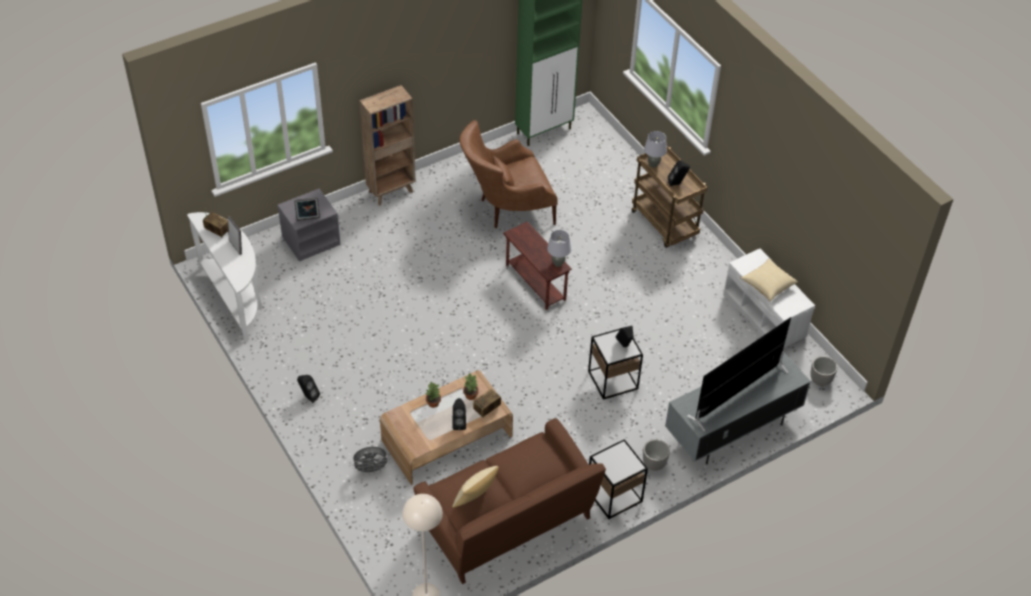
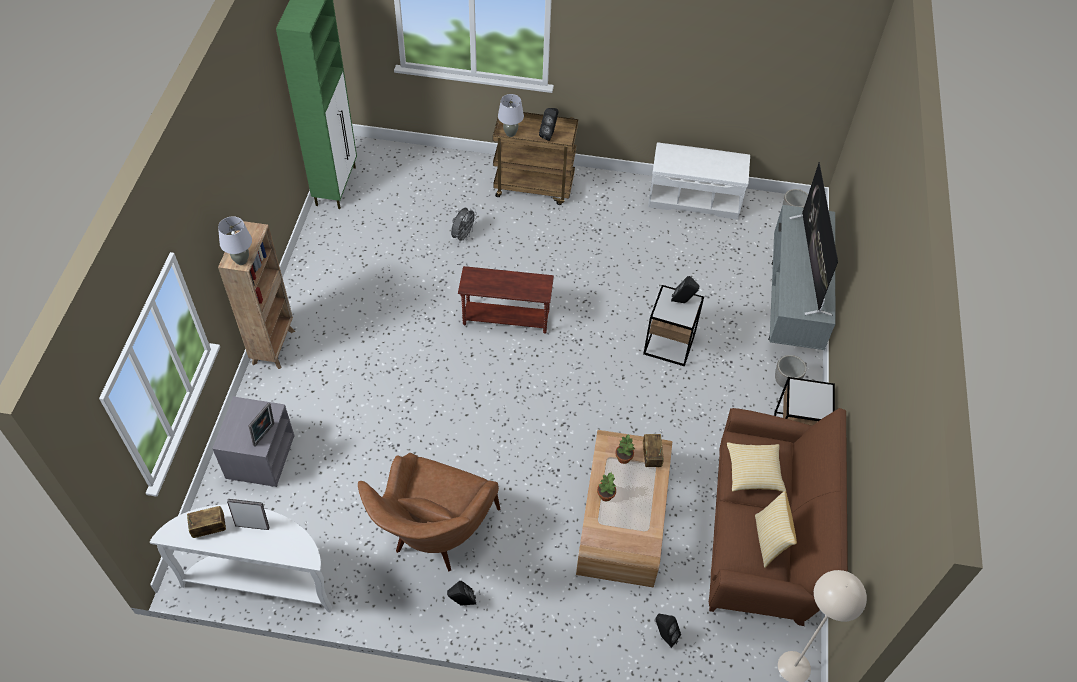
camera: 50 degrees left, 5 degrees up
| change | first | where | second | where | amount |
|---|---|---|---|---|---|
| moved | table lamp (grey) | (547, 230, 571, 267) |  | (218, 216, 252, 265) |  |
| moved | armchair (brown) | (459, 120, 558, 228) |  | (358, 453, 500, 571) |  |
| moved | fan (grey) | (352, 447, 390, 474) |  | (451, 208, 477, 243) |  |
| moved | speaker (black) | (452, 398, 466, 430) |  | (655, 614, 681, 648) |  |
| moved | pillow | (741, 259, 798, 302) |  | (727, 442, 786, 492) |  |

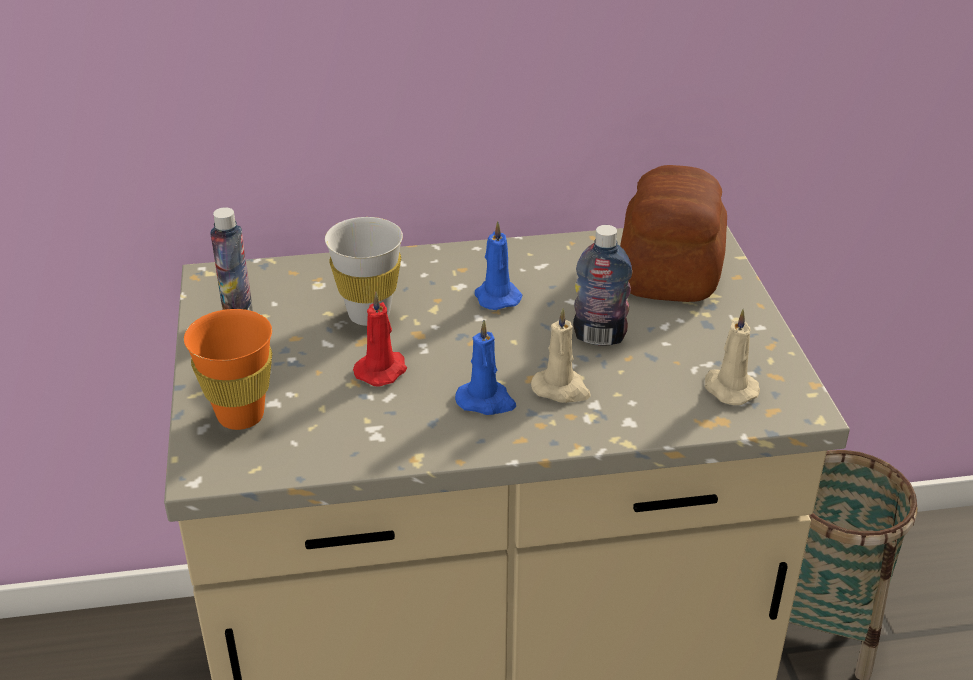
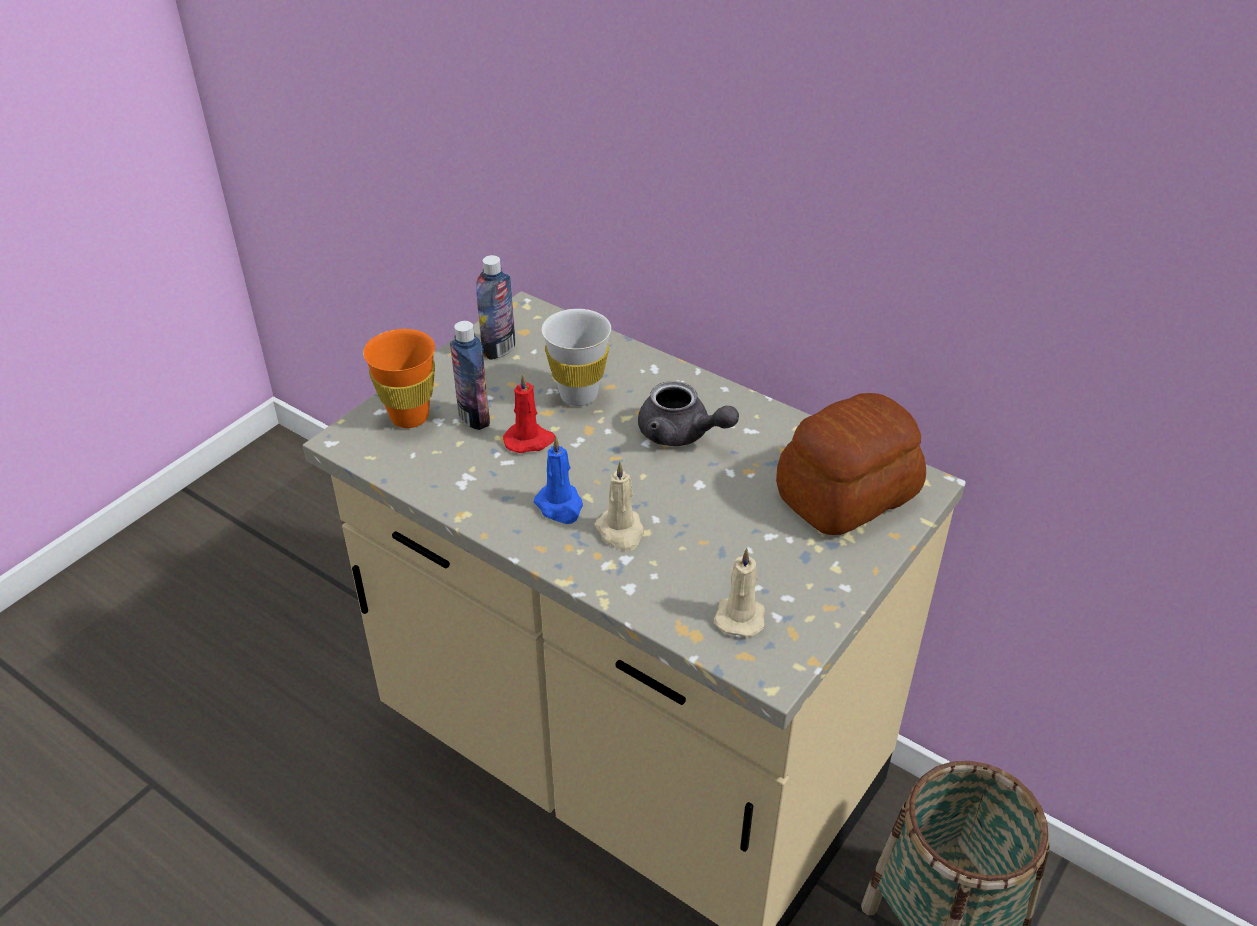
camera: 45 degrees right, 5 degrees up
| change | first | where | second | where | amount |
|---|---|---|---|---|---|
| moved | bottle | (573, 225, 632, 345) |  | (450, 321, 490, 430) |  |
| replaced | candle (blue) | (475, 221, 522, 310) | teapot (grey) | (638, 381, 739, 446) |  |

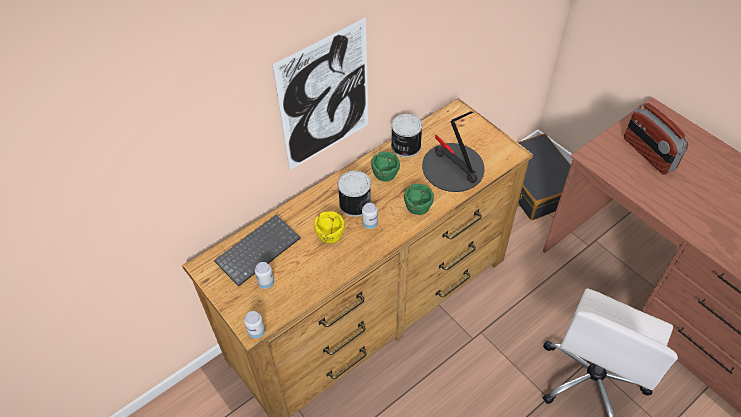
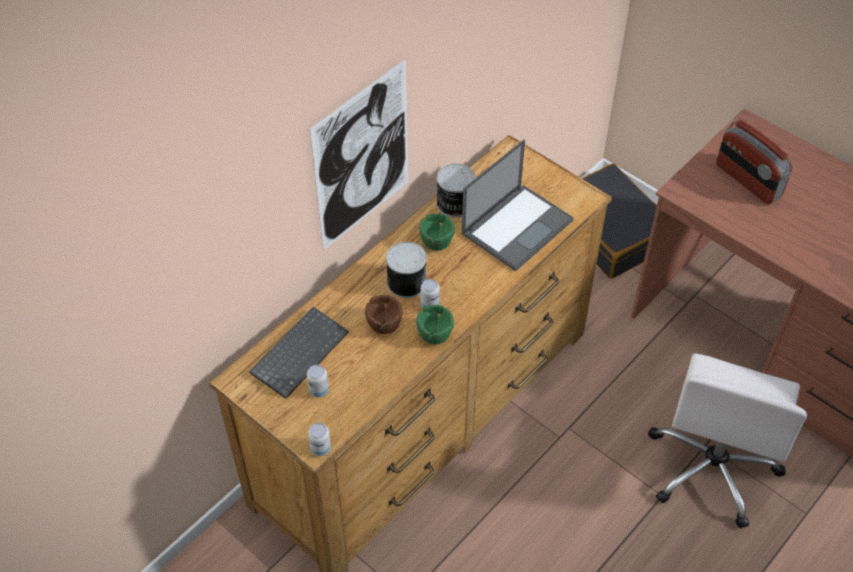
camera: 10 degrees left, 0 degrees up
| change | first | where | second | where | amount |
|---|---|---|---|---|---|
| recoloured | bowl (yellow) | (314, 211, 345, 243) | bowl (brown) | (365, 295, 403, 334) |  |
| moved | bowl (green) | (404, 184, 434, 215) |  | (416, 305, 454, 344) |  |
| replaced | table lamp | (422, 111, 485, 192) | laptop | (462, 139, 574, 272) |  |

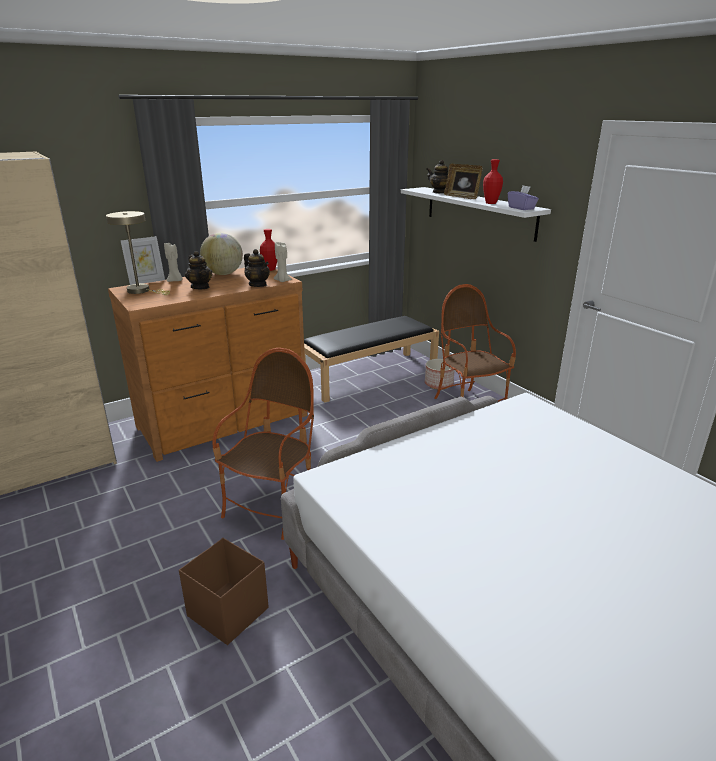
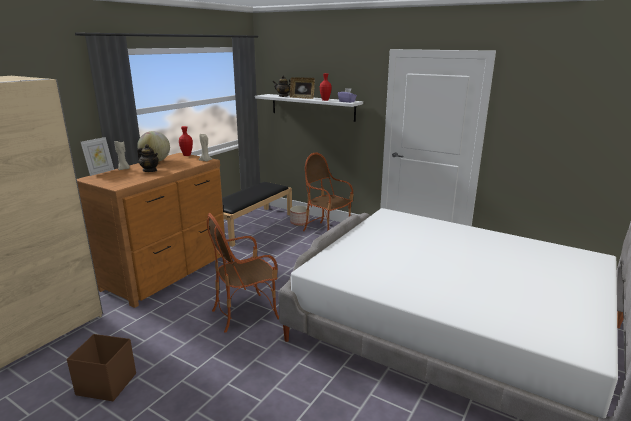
camera: 25 degrees left, 5 degrees down
| change | first | where | second | where | amount |
|---|---|---|---|---|---|
| moved | storage box (brown) | (179, 538, 269, 645) |  | (67, 334, 136, 401) |  |
| turned | armchair | (212, 348, 314, 540) |  | (207, 213, 279, 333) | 120 degrees counterclockwise |
| removed | table lamp (beige) | (106, 211, 170, 295) |  |  |  |
| removed | teapot | (244, 249, 270, 287) |  |  |  |

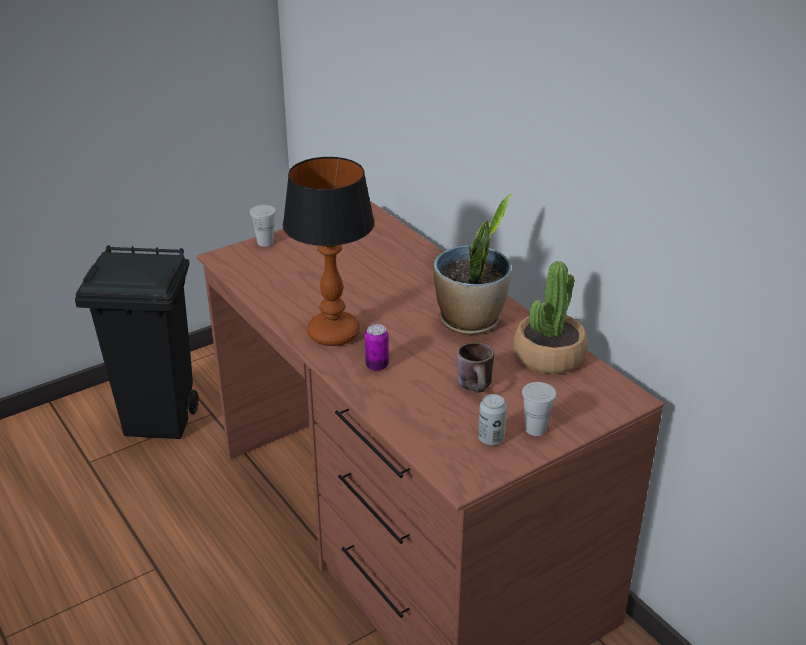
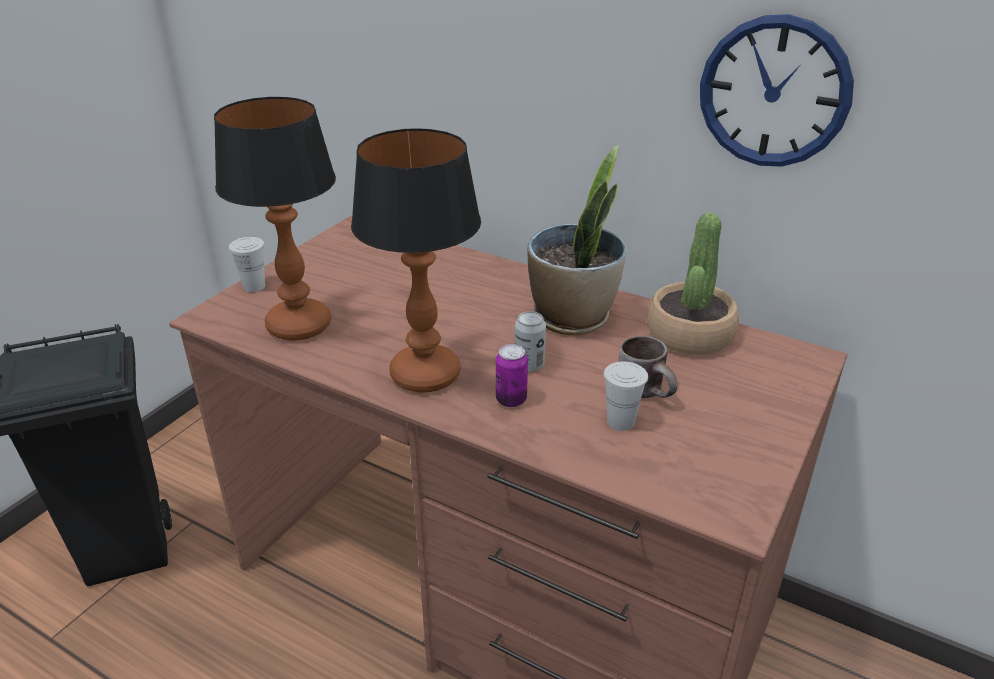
camera: 25 degrees left, 0 degrees up
| change | first | where | second | where | amount |
|---|---|---|---|---|---|
| added |  |  | table lamp | (214, 97, 336, 341) |  |
| moved | can | (478, 394, 507, 445) |  | (515, 311, 546, 372) |  |
| moved | cup (white) | (522, 382, 557, 436) |  | (603, 362, 648, 431) |  |
| added |  |  | wall clock | (700, 14, 854, 167) |  |

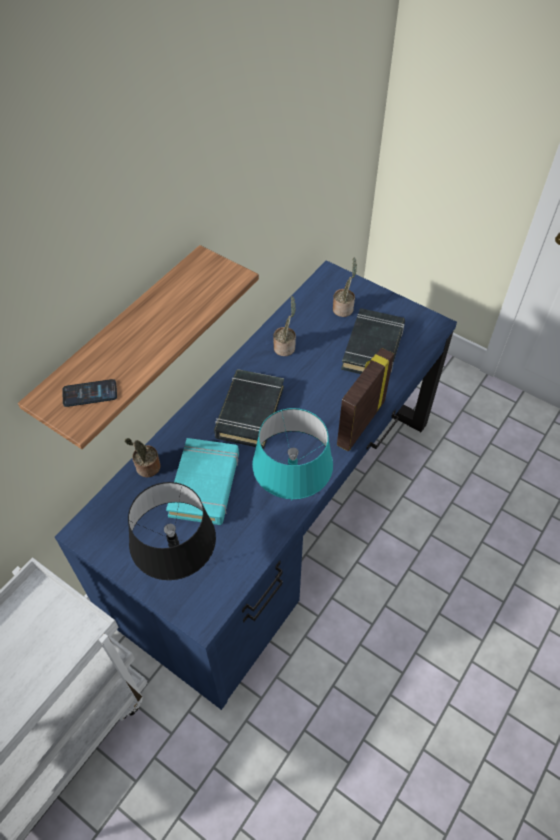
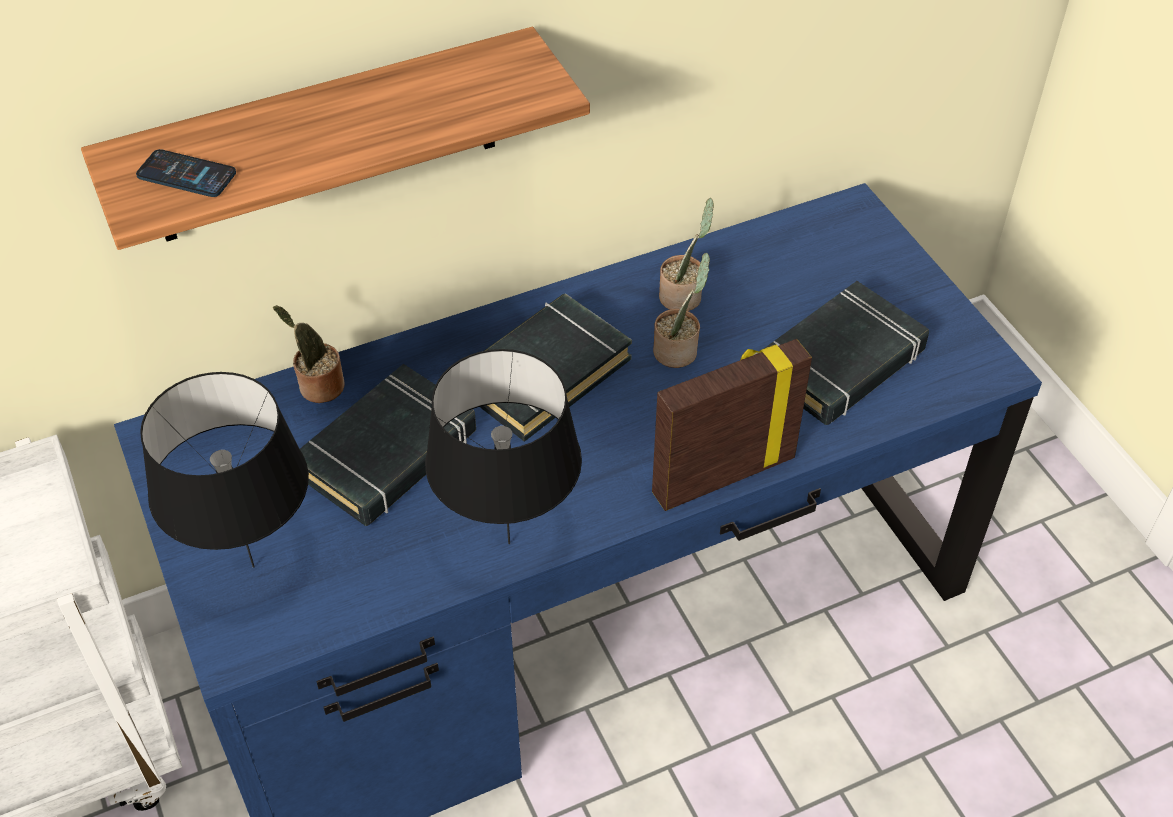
camera: 30 degrees right, 5 degrees down
| change | first | where | second | where | amount |
|---|---|---|---|---|---|
| recoloured | book (turquoise) | (166, 438, 239, 525) | book (black) | (300, 364, 476, 526) |  |
| recoloured | table lamp (turquoise) | (252, 408, 333, 501) | table lamp (black) | (425, 349, 582, 544) |  |
| moved | potted plant | (333, 258, 357, 317) |  | (653, 253, 710, 368) |  |

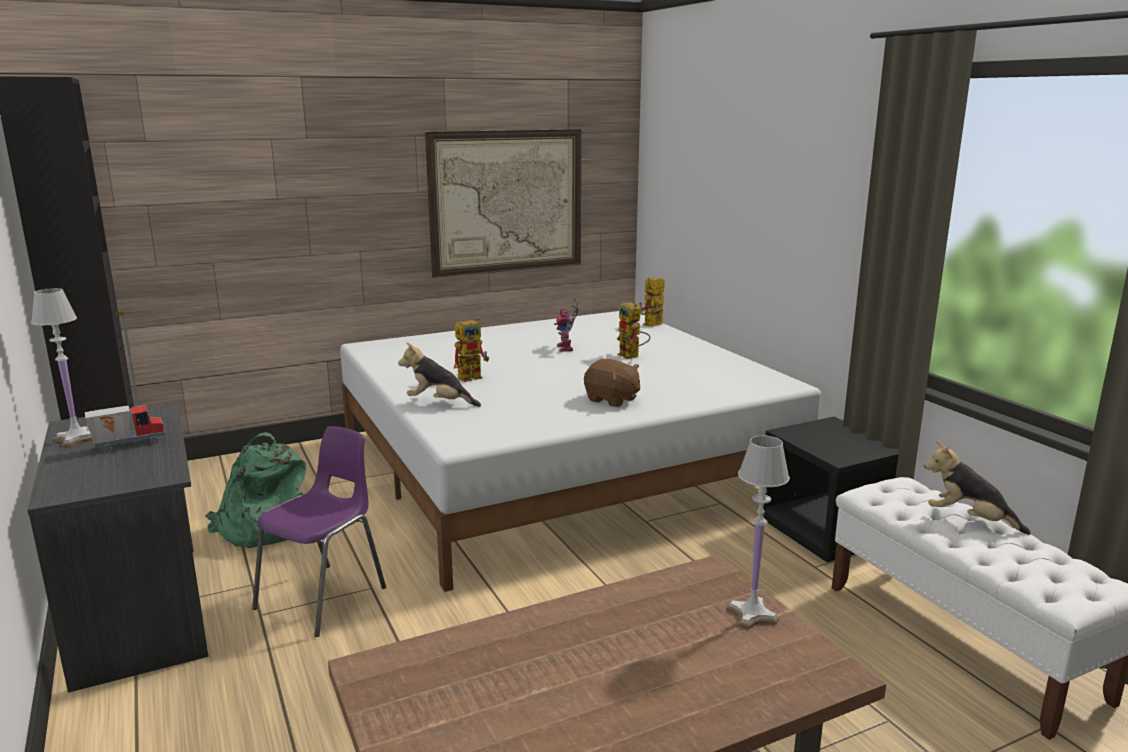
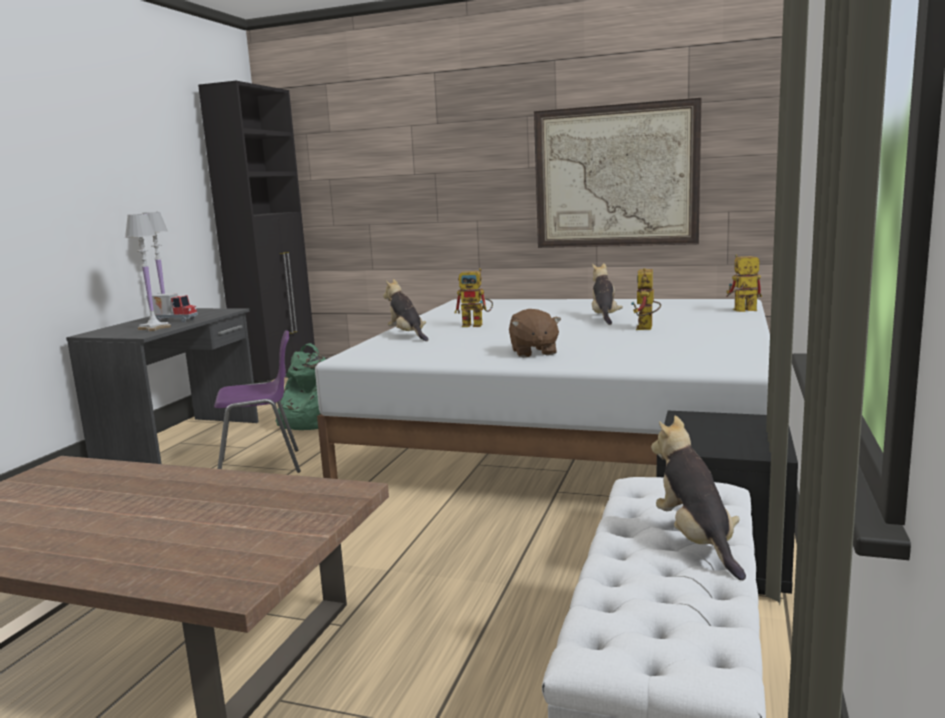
camera: 45 degrees right, 5 degrees down
| change | first | where | second | where | amount |
|---|---|---|---|---|---|
| moved | table lamp (white) | (726, 435, 790, 630) |  | (125, 214, 171, 331) |  |
| replaced | toy robot | (554, 297, 578, 352) | plush toy | (592, 263, 623, 325) |  |

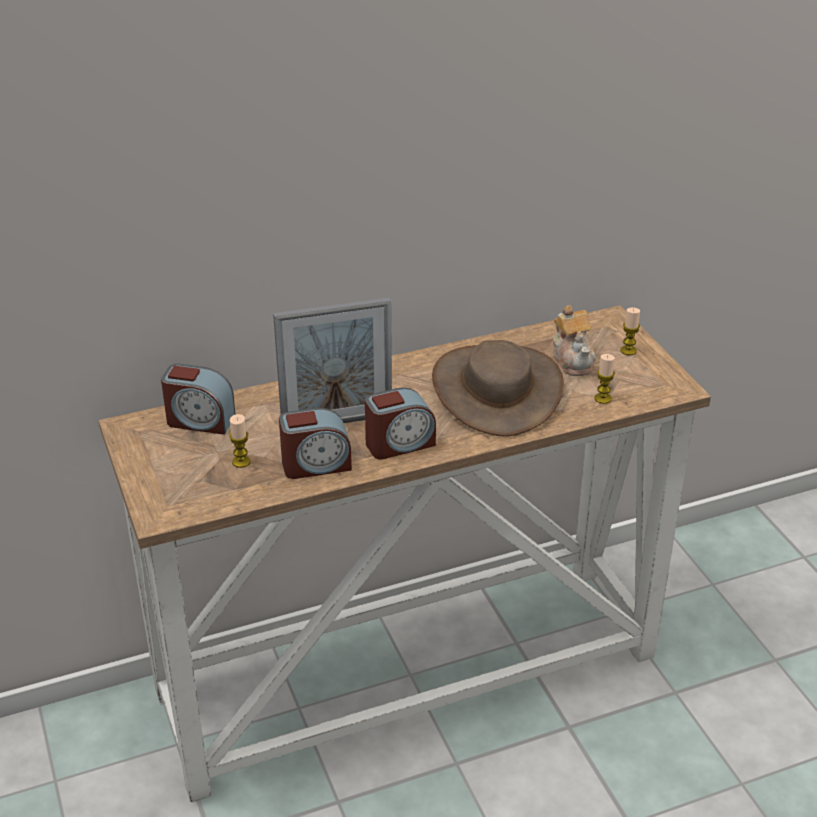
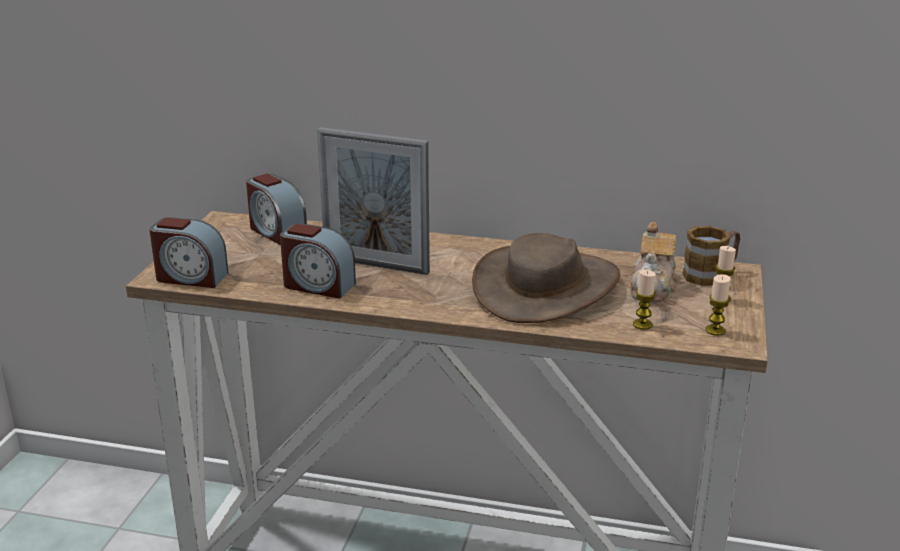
camera: 35 degrees right, 10 degrees down
| change | first | where | second | where | amount |
|---|---|---|---|---|---|
| moved | alarm clock | (365, 387, 436, 459) |  | (149, 217, 228, 288) |  |
| added |  |  | mug | (682, 226, 740, 286) |  |
| moved | candle | (229, 414, 251, 468) |  | (705, 274, 731, 336) |  |

